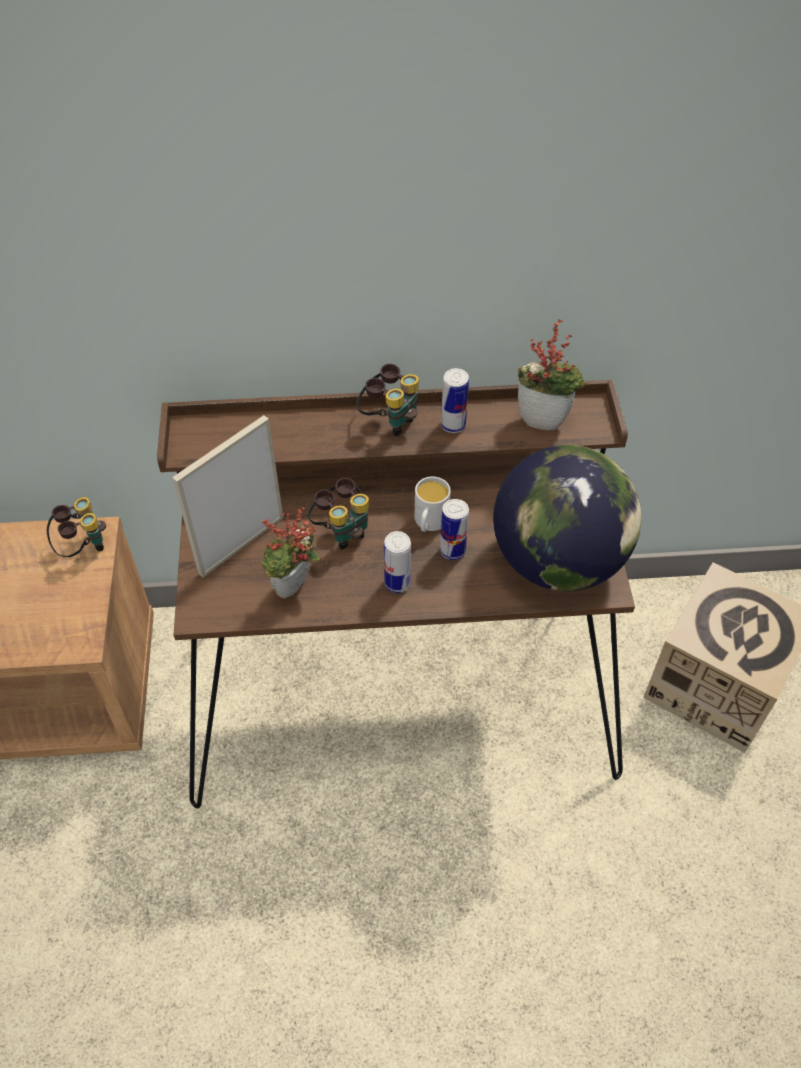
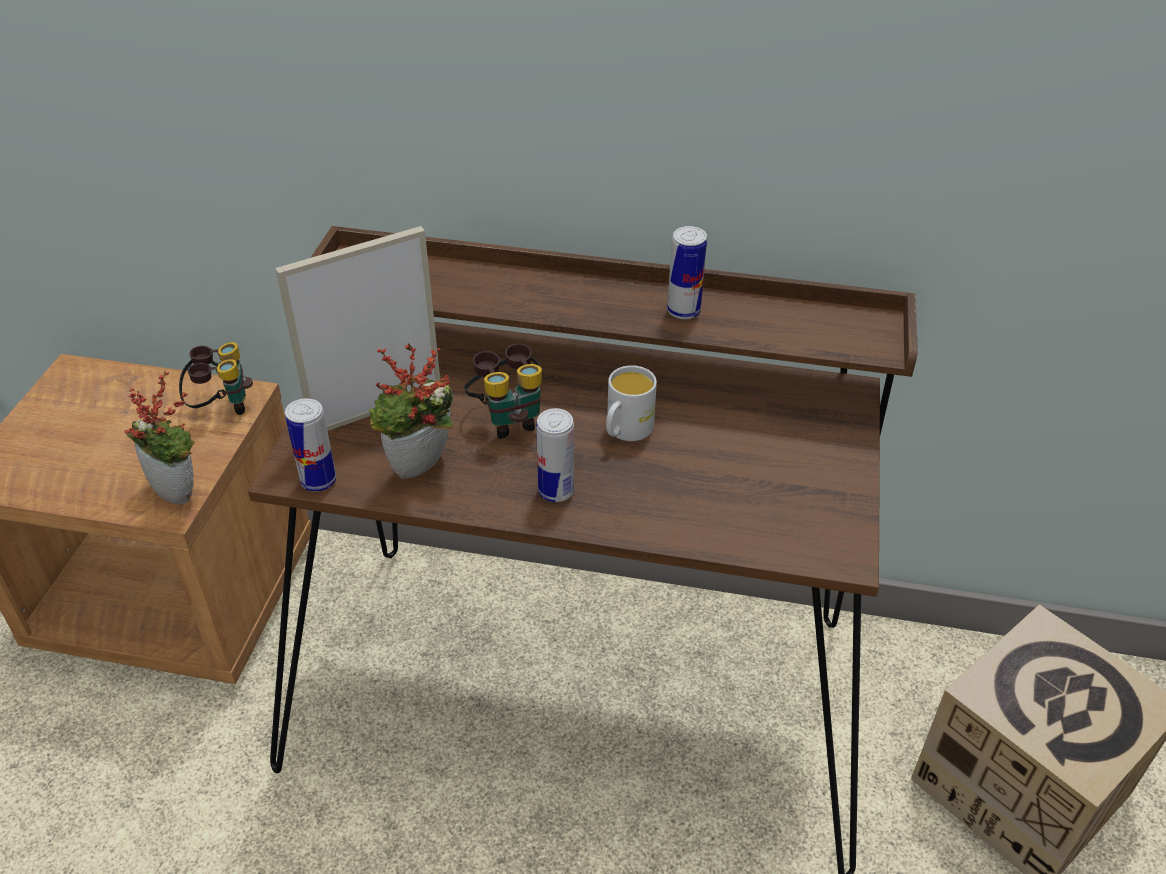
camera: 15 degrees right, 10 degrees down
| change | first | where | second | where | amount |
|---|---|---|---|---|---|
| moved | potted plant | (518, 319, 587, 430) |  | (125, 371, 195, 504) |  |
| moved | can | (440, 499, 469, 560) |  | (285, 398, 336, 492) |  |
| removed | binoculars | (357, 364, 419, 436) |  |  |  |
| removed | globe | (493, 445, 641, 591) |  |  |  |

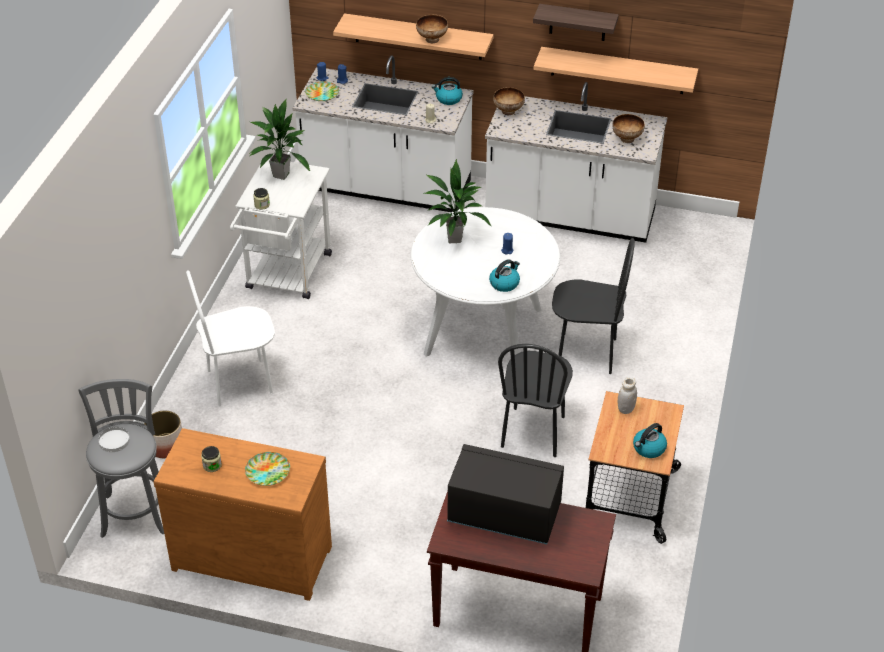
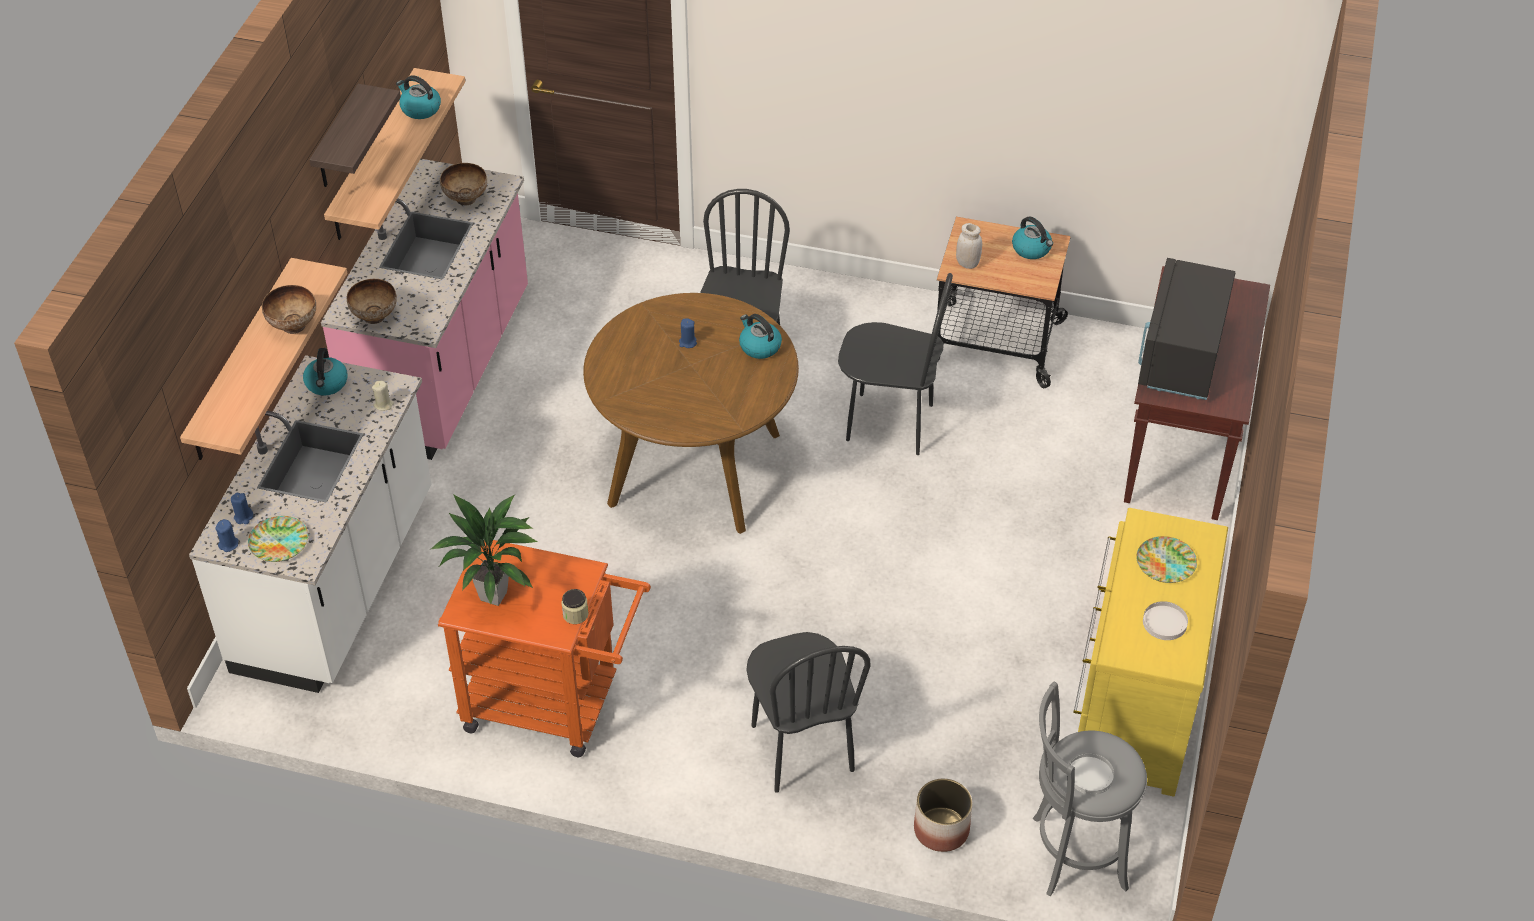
camera: 90 degrees left, 5 degrees up
| change | first | where | second | where | amount |
|---|---|---|---|---|---|
| recoloured | counter (white) | (485, 82, 668, 243) | counter (pink) | (321, 159, 528, 460) |  |
| added |  |  | kettle | (396, 75, 441, 119) |  |
| recoloured | cart (white) | (230, 159, 332, 299) | cart (orange) | (438, 540, 651, 757) |  |
| recoloured | dining table (white) | (410, 207, 560, 357) | dining table (brown) | (583, 293, 799, 534) |  |
| recoloured | chair (white) | (186, 270, 275, 407) | chair (black) | (746, 632, 871, 793) |  |
| recoloured | dresser (brown) | (154, 428, 332, 601) | dresser (yellow) | (1073, 508, 1228, 797) |  |
| replaced | jar | (201, 446, 222, 472) | plate (white) | (1143, 601, 1188, 640) |  |
| removed | potted plant | (424, 159, 492, 243) |  |  |  |

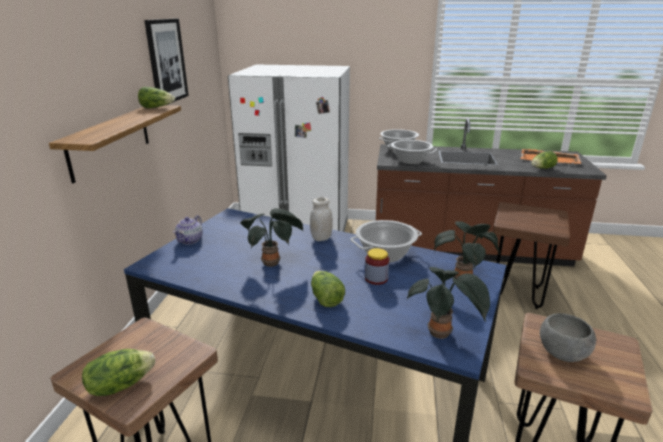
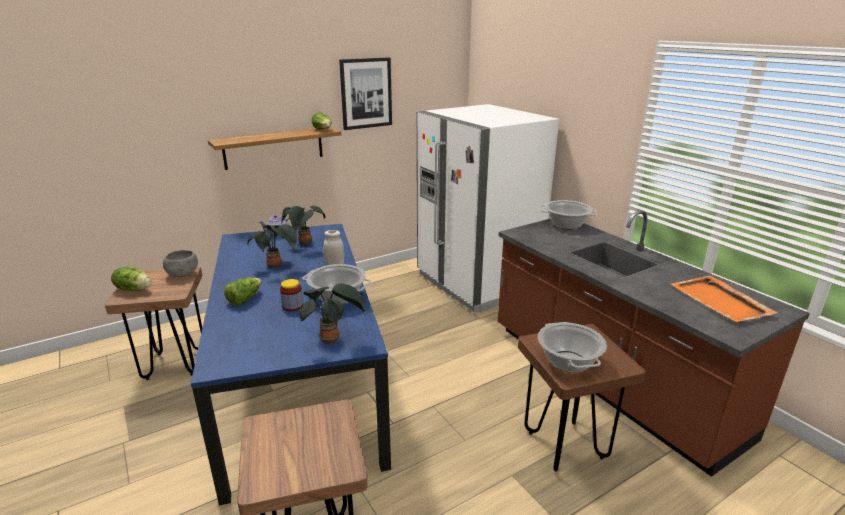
camera: 50 degrees right, 0 degrees up
| change | first | where | second | where | amount |
|---|---|---|---|---|---|
| moved | bowl (grey) | (540, 313, 596, 362) |  | (163, 250, 198, 277) |  |
| moved | potted plant | (407, 267, 490, 339) |  | (281, 206, 326, 245) |  |
| moved | cooking pot | (387, 140, 437, 164) |  | (538, 322, 607, 373) |  |
| removed | lettuce | (531, 151, 558, 169) |  |  |  |

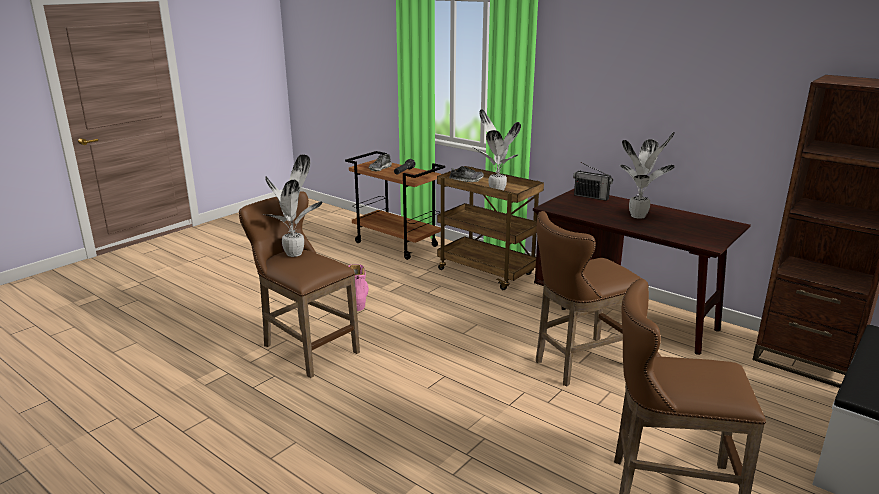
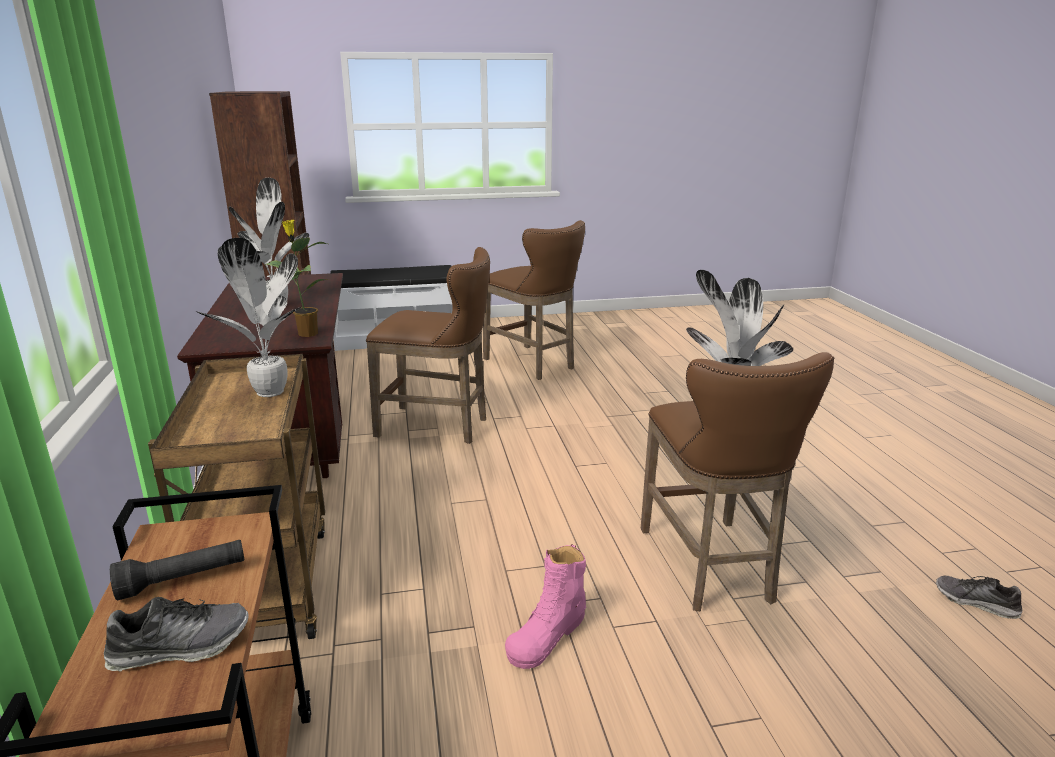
camera: 140 degrees left, 0 degrees up
| change | first | where | second | where | amount |
|---|---|---|---|---|---|
| added |  |  | potted plant | (266, 220, 329, 337) |  |
| moved | shoe | (449, 166, 484, 182) |  | (936, 575, 1022, 619) |  |
| removed | radio | (573, 162, 613, 201) |  |  |  |

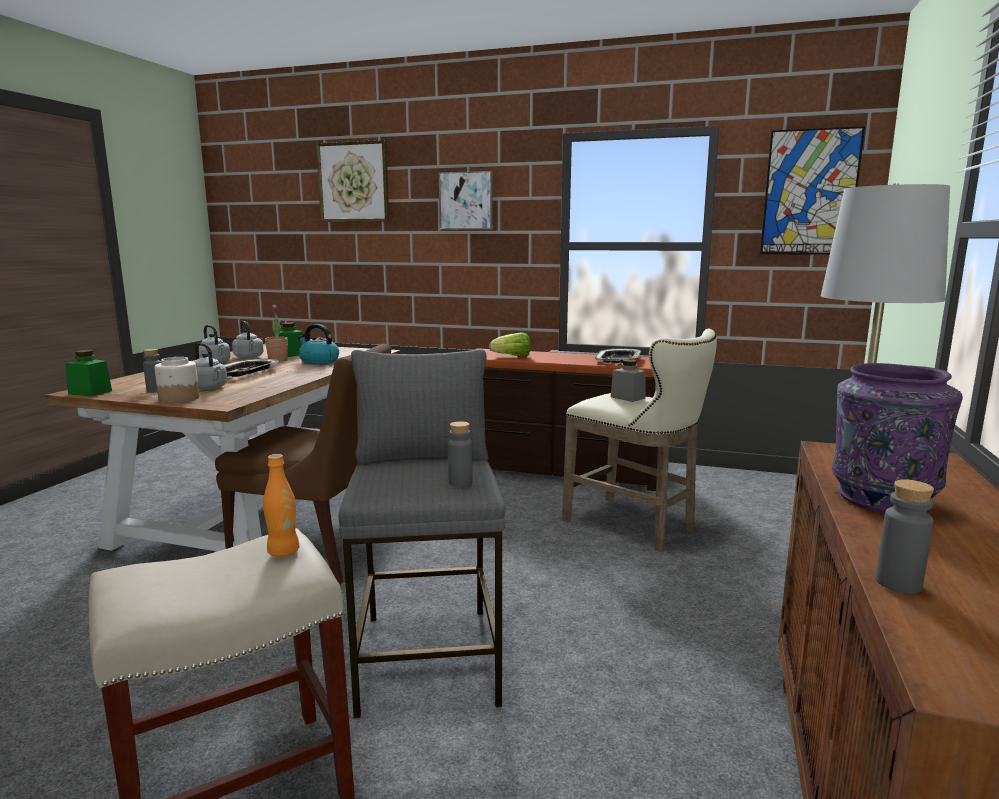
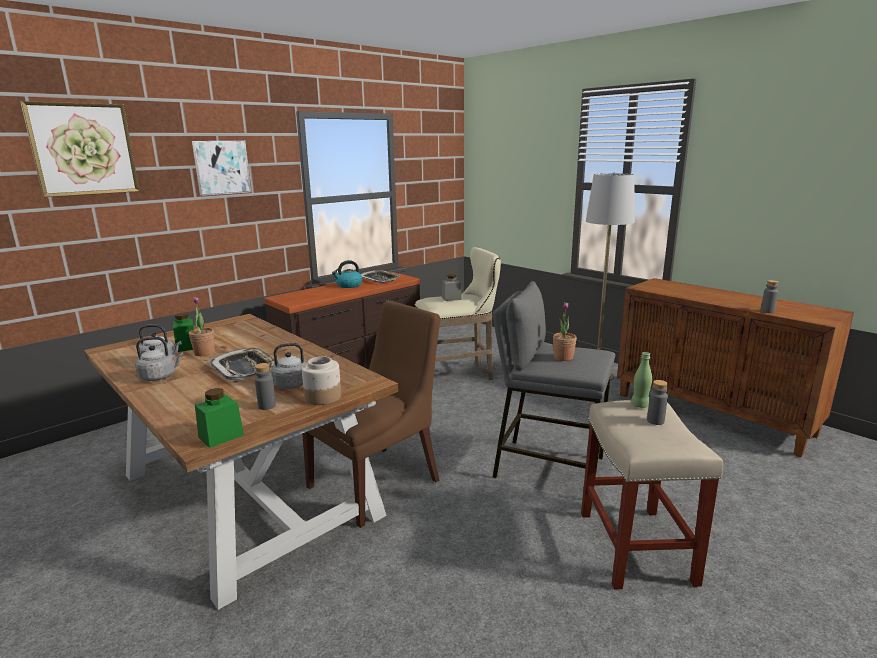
camera: 60 degrees left, 5 degrees up
| change | first | where | second | where | amount |
|---|---|---|---|---|---|
| moved | kettle | (298, 324, 339, 364) |  | (332, 260, 363, 288) |  |
| added |  |  | potted plant | (553, 302, 577, 361) |  |
| recoloured | bottle (orange) | (263, 454, 299, 557) | bottle (green) | (631, 352, 652, 408) |  |
| moved | bottle (grey) | (448, 421, 473, 487) |  | (647, 380, 668, 425) |  |
| removed | lettuce | (489, 332, 531, 357) |  |  |  |
| removed | picture | (760, 126, 865, 255) |  |  |  |
| removed | vase (purple) | (832, 363, 963, 513) |  |  |  |

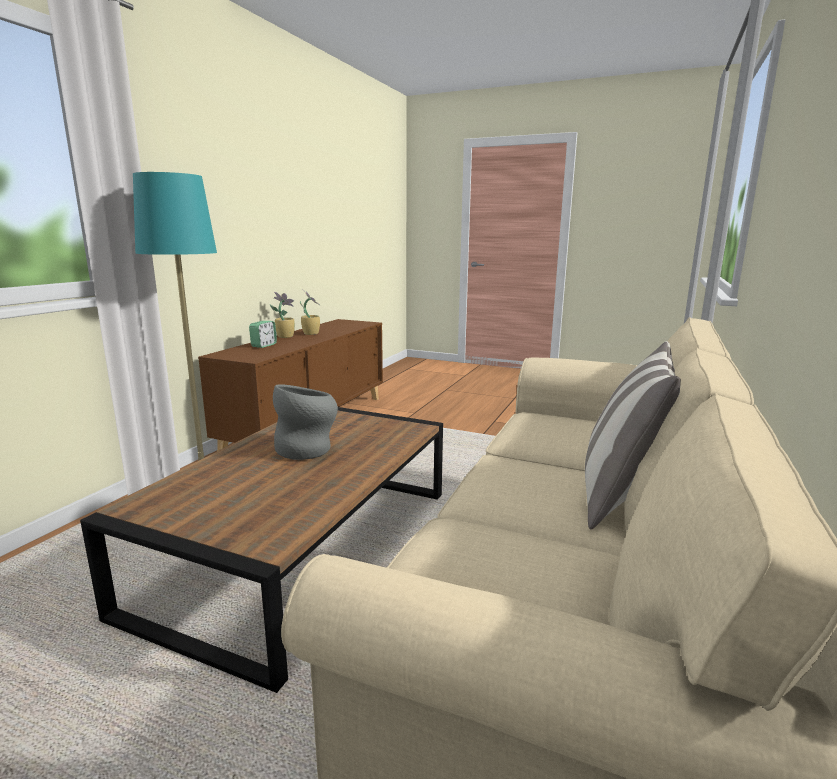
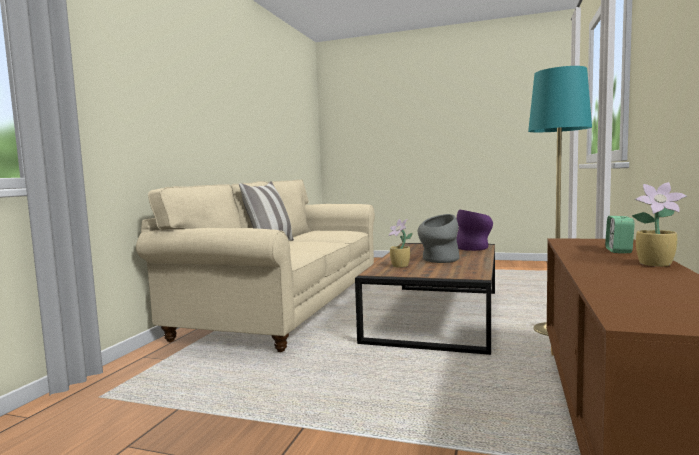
camera: 175 degrees right, 10 degrees down
| change | first | where | second | where | amount |
|---|---|---|---|---|---|
| moved | potted plant | (300, 289, 320, 335) |  | (388, 219, 413, 268) |  |
| added |  |  | vase (purple) | (456, 210, 493, 251) |  |

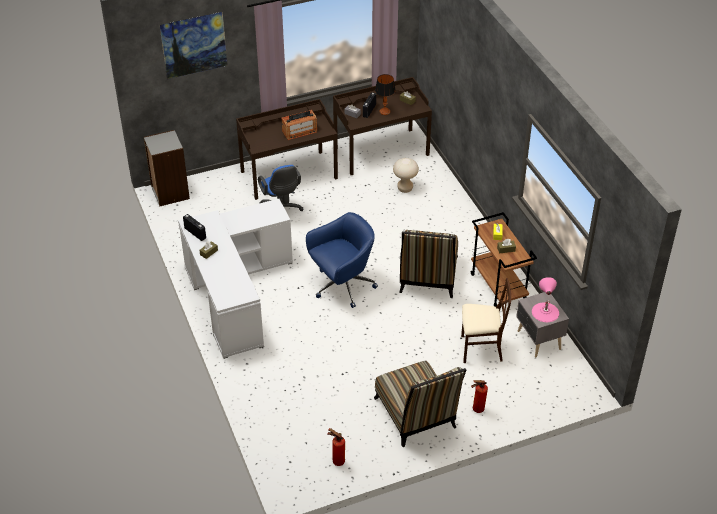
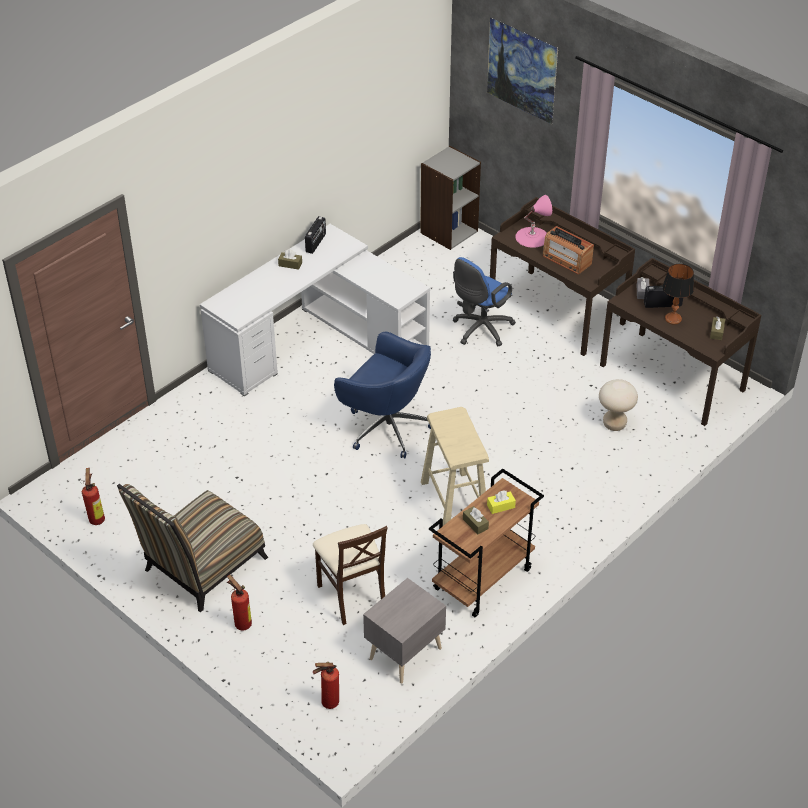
camera: 65 degrees right, 0 degrees up
| change | first | where | second | where | amount |
|---|---|---|---|---|---|
| added |  |  | fire extinguisher | (313, 662, 339, 709) |  |
| replaced | chair | (399, 230, 458, 298) | stool (beige) | (421, 407, 489, 526) |  |
| moved | table lamp (pink) | (532, 277, 559, 322) |  | (515, 195, 552, 248) |  |

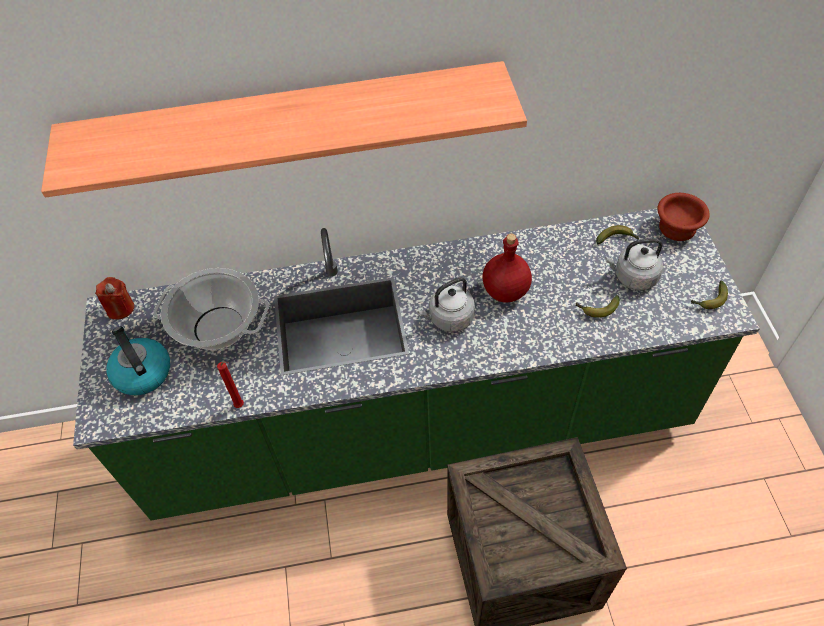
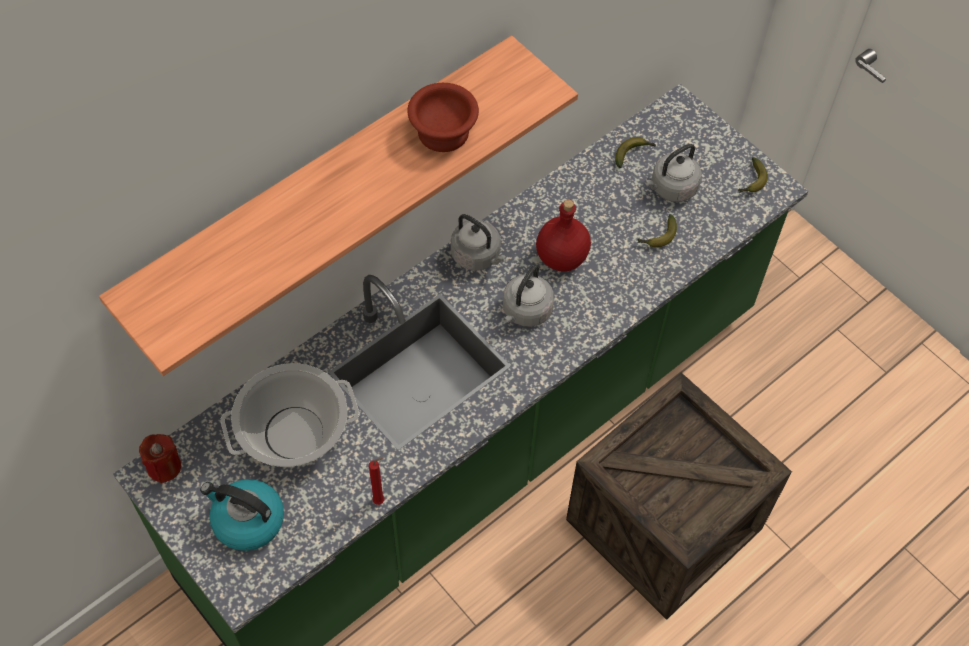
camera: 35 degrees left, 5 degrees up
| change | first | where | second | where | amount |
|---|---|---|---|---|---|
| moved | bowl (brown) | (657, 193, 710, 241) |  | (407, 83, 479, 152) |  |
| added |  |  | kettle (grey) | (451, 214, 506, 271) |  |

